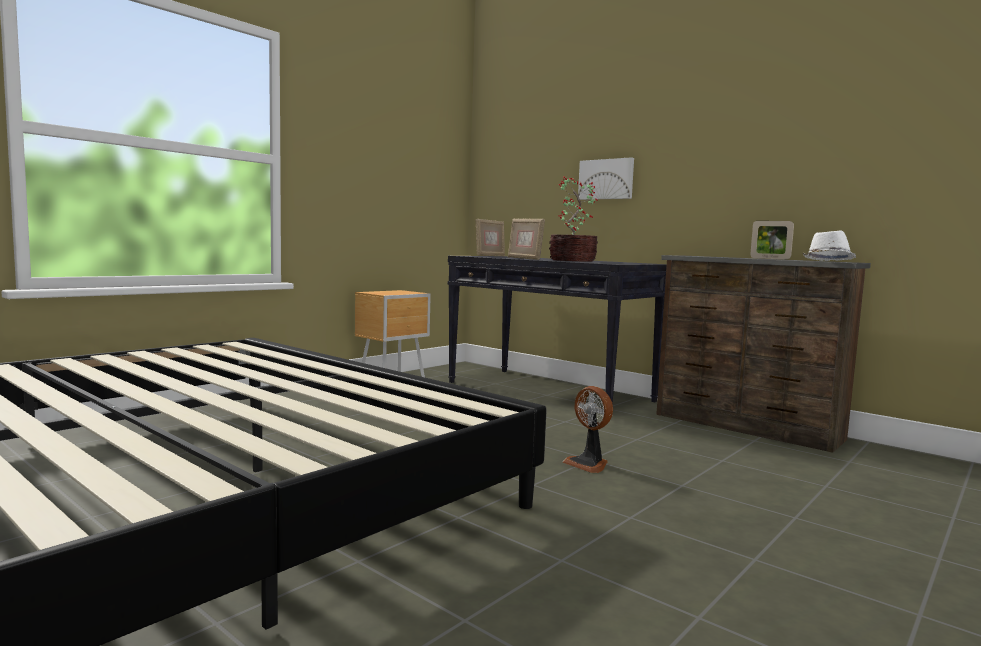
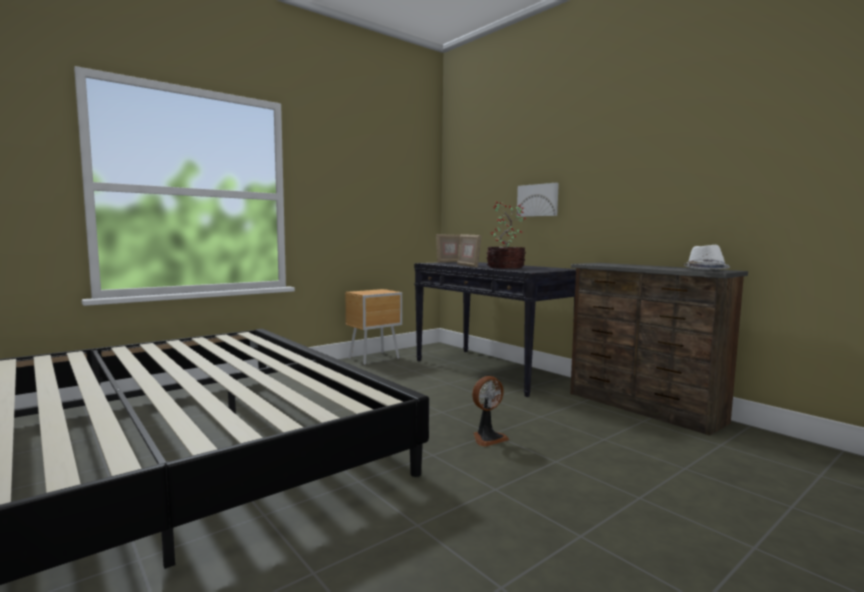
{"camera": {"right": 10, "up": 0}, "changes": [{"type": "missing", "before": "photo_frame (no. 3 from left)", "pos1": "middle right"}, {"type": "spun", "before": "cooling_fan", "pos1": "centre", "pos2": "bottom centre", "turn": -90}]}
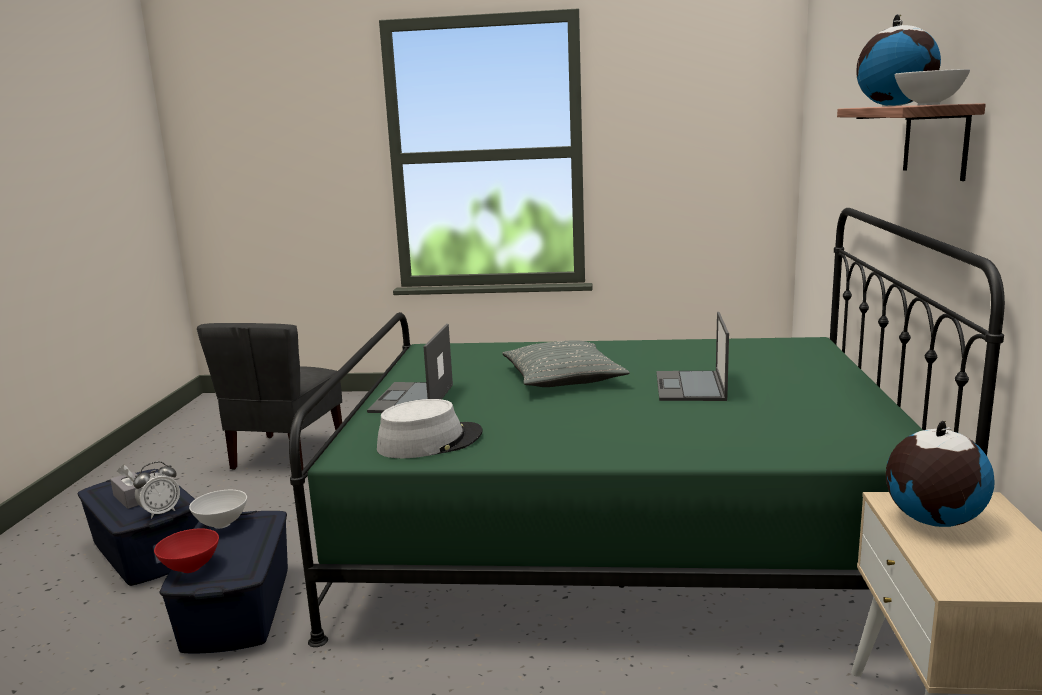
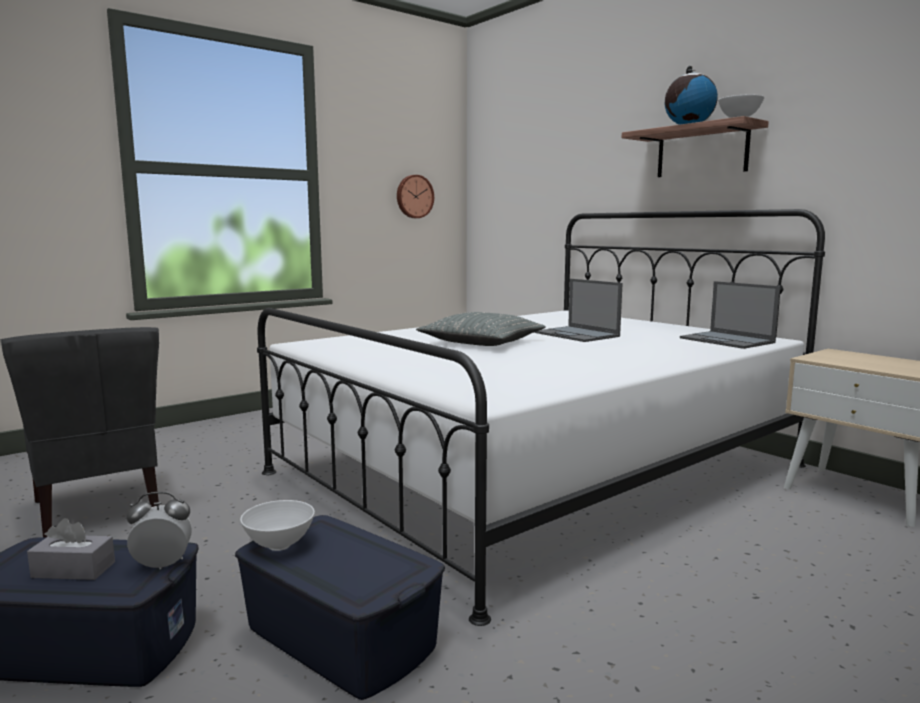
{"camera": {"right": -45, "up": -5}, "changes": [{"type": "colour", "before": "green_bedroom_bed", "after": "white-coloured_bedroom_bed", "pos1": "centre", "pos2": "centre"}, {"type": "relocated", "before": "laptop (no. 1 from left in the first image)", "after": "laptop (no. 2 from left)", "pos1": "centre", "pos2": "middle right"}, {"type": "missing", "before": "grey_wearable_hat", "pos1": "centre"}, {"type": "missing", "before": "globe (no. 2 from left)", "pos1": "bottom right"}, {"type": "spun", "before": "alarm_clock", "pos1": "bottom left", "pos2": "bottom left", "turn": -105}, {"type": "missing", "before": "red-coloured_deep_dish", "pos1": "bottom left"}, {"type": "appeared", "after": "clock_on_the_wall", "pos2": "top centre"}]}
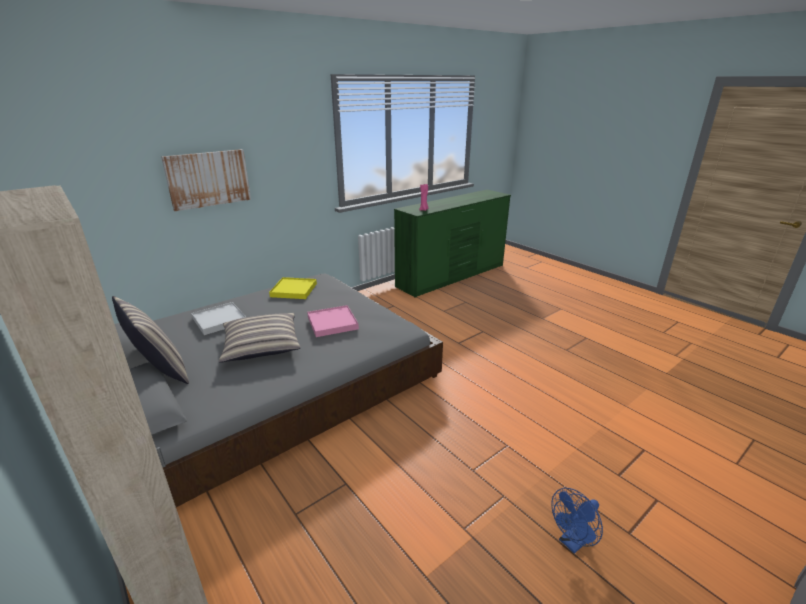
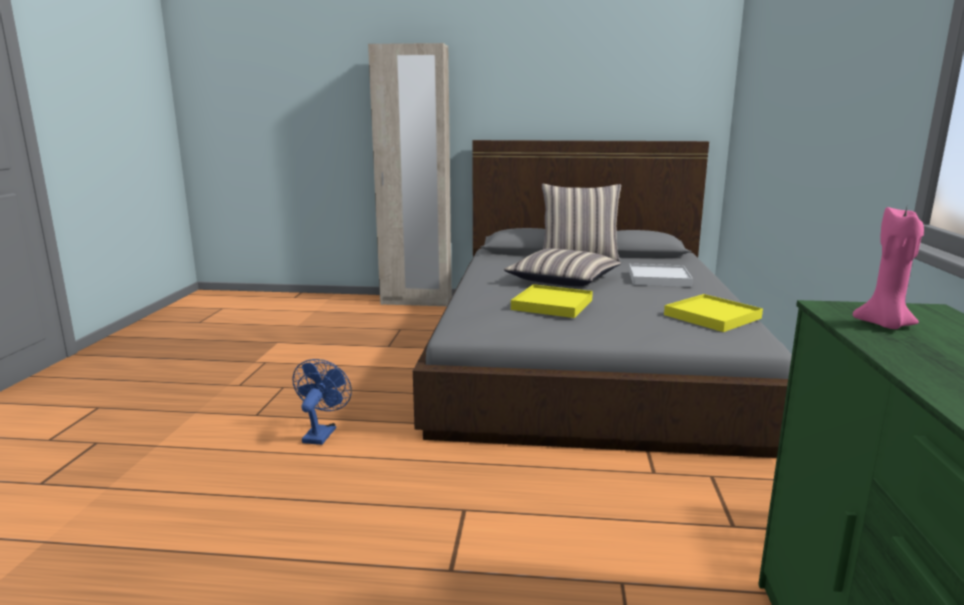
{"camera": {"right": 135, "up": -10}, "changes": [{"type": "missing", "before": "picture", "pos1": "top left"}, {"type": "colour", "before": "pinkish_tray", "after": "yellow_tray (no. 1 from left)", "pos1": "centre", "pos2": "centre"}, {"type": "relocated", "before": "blue-coloured_cooling_fan", "pos1": "bottom right", "pos2": "centre"}]}
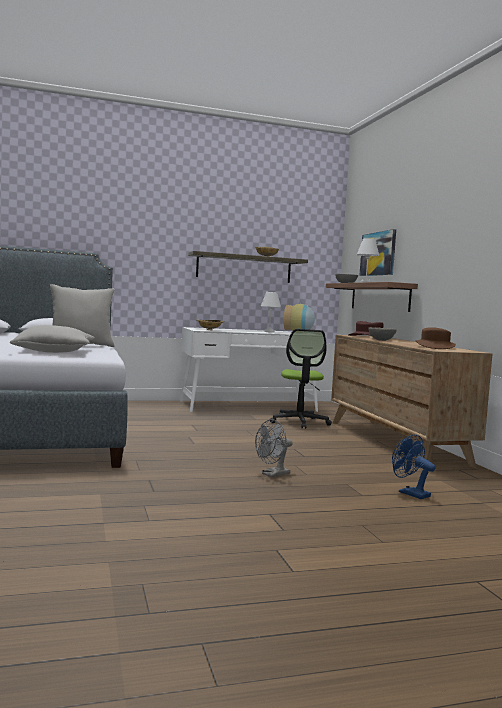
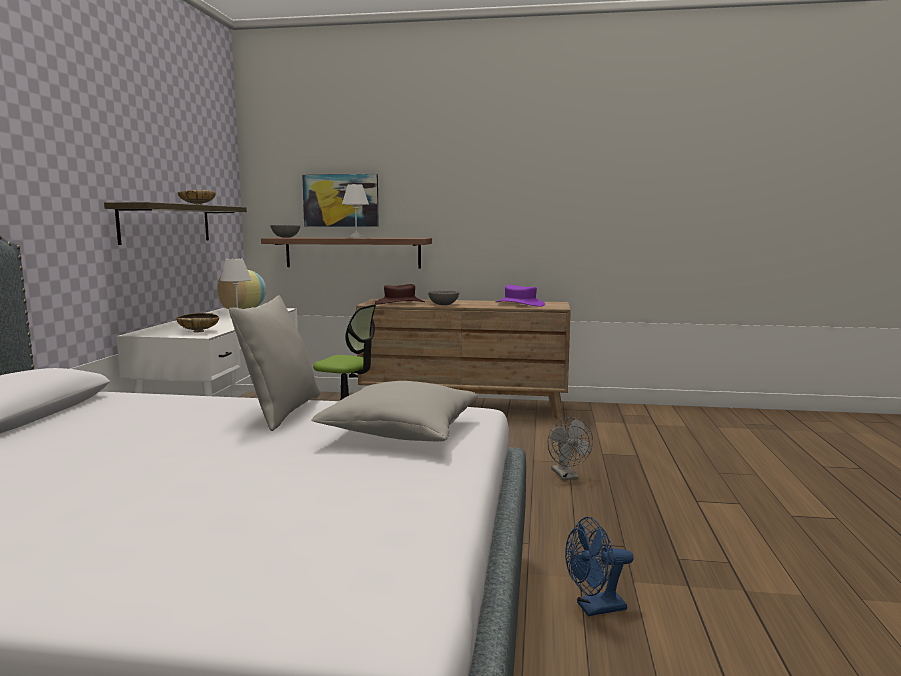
{"camera": {"right": -65, "up": 5}, "changes": [{"type": "colour", "before": "brown-coloured_wearable_hat (no. 2 from left)", "after": "purple-coloured_wearable_hat", "pos1": "middle right", "pos2": "centre"}, {"type": "relocated", "before": "blue-coloured_cooling_fan", "pos1": "middle right", "pos2": "bottom centre"}]}
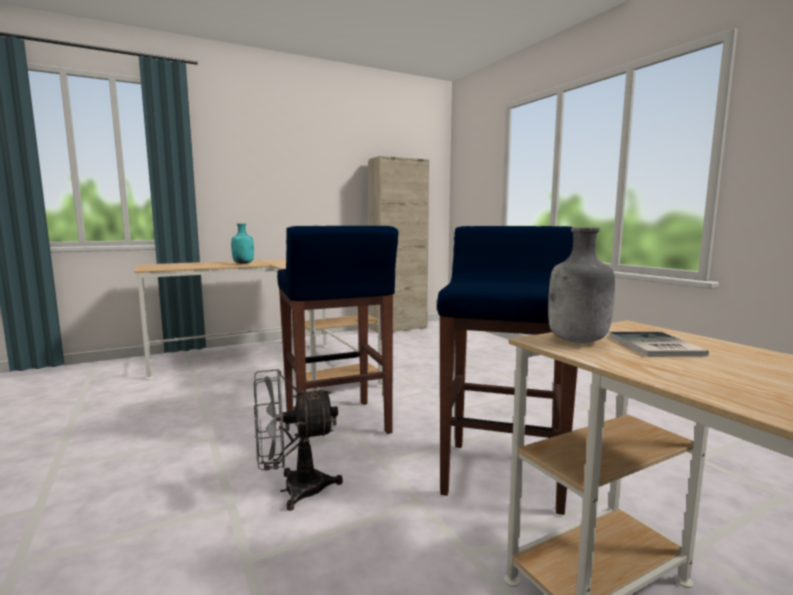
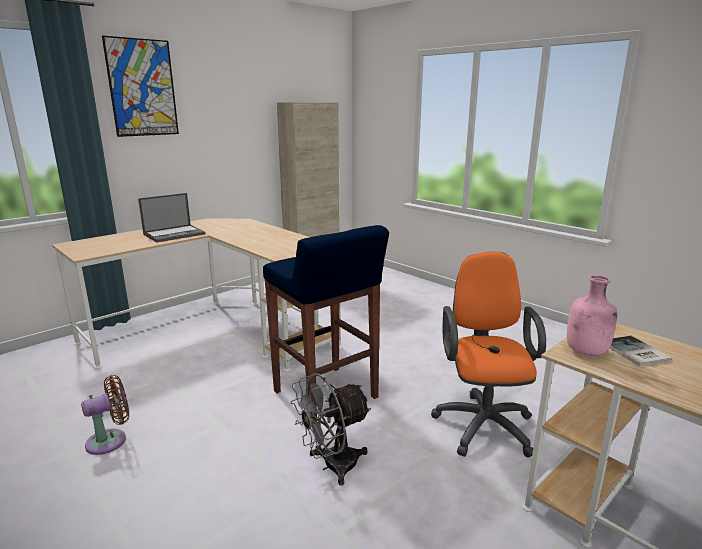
{"camera": {"right": -15, "up": 10}, "changes": [{"type": "exchanged", "before": "turquoise-coloured_drink_bottle", "after": "laptop", "pos1": "middle left", "pos2": "middle left"}, {"type": "exchanged", "before": "blue-coloured_stool_seat (no. 2 from left)", "after": "orange_desk_chair", "pos1": "centre", "pos2": "middle right"}, {"type": "colour", "before": "grey_drink_bottle", "after": "pinkish_drink_bottle", "pos1": "middle right", "pos2": "middle right"}, {"type": "appeared", "after": "picture", "pos2": "top left"}, {"type": "appeared", "after": "brown-coloured_cooling_fan", "pos2": "bottom left"}]}
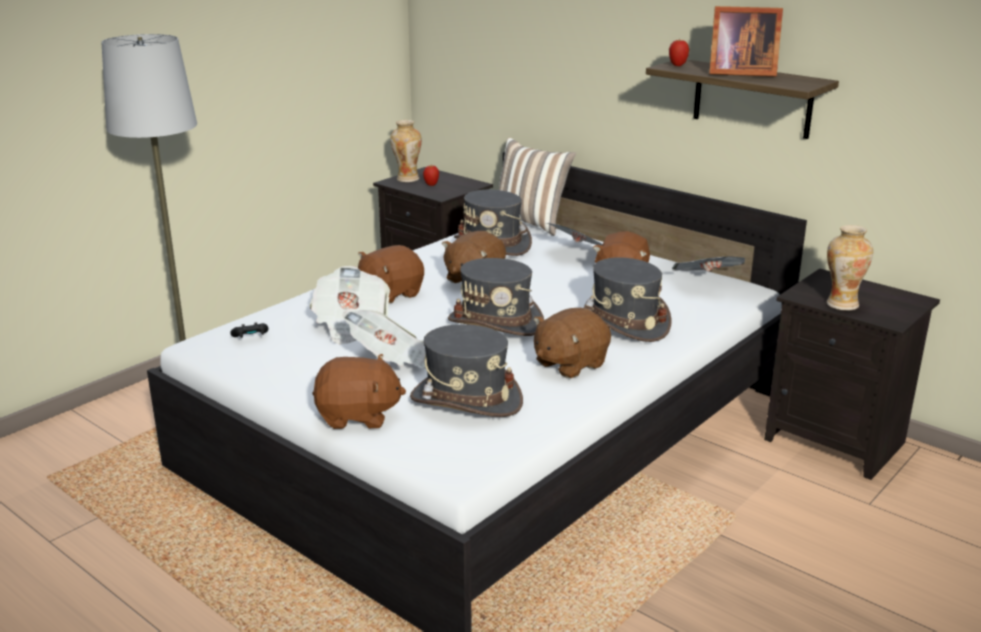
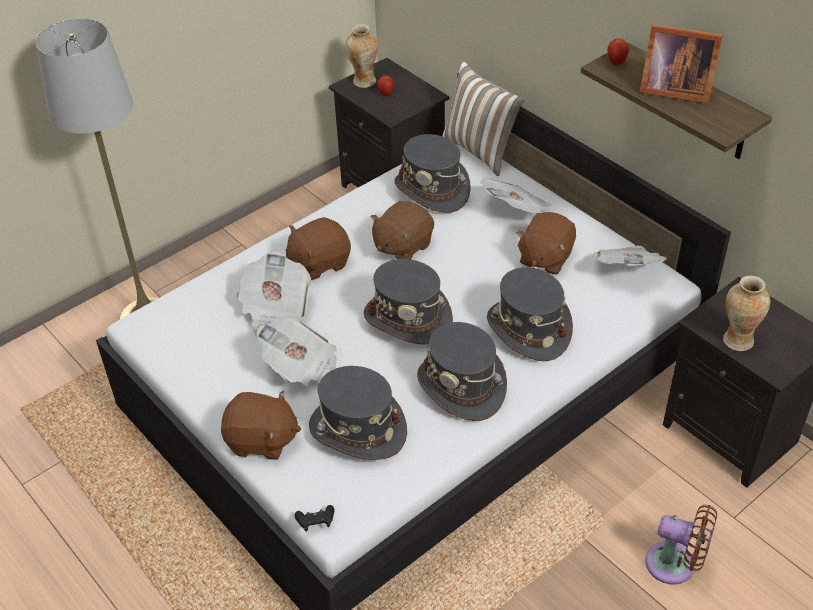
{"camera": {"right": 10, "up": 20}, "changes": [{"type": "exchanged", "before": "brown-coloured_soft_toy (no. 4 from left)", "after": "grey_wearable_hat (no. 4 from left)", "pos1": "centre", "pos2": "centre"}, {"type": "relocated", "before": "black-coloured_game_controller", "pos1": "middle left", "pos2": "bottom centre"}, {"type": "appeared", "after": "brown-coloured_cooling_fan", "pos2": "bottom right"}]}
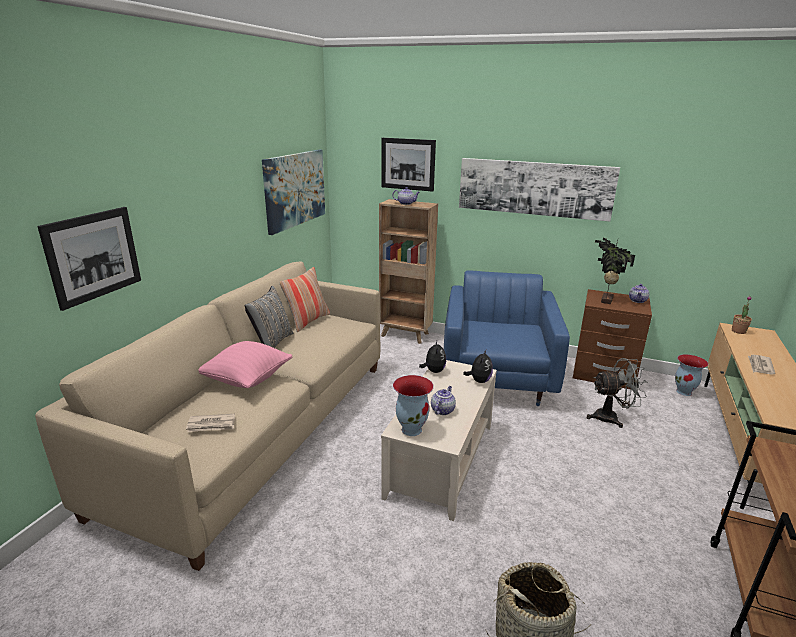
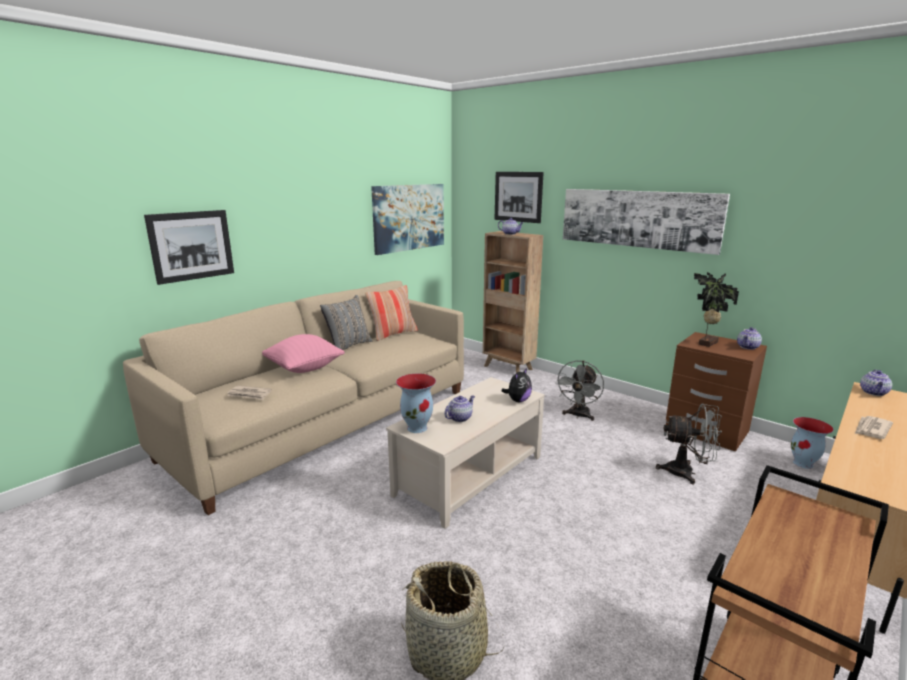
{"camera": {"right": 20, "up": -5}, "changes": [{"type": "exchanged", "before": "blue-coloured_lounge_chair", "after": "grey_cooling_fan (no. 1 from left)", "pos1": "centre", "pos2": "centre"}, {"type": "exchanged", "before": "houseplant (no. 2 from left)", "after": "teapot (no. 4 from left)", "pos1": "middle right", "pos2": "middle right"}, {"type": "missing", "before": "soft_toy (no. 1 from left)", "pos1": "centre"}]}
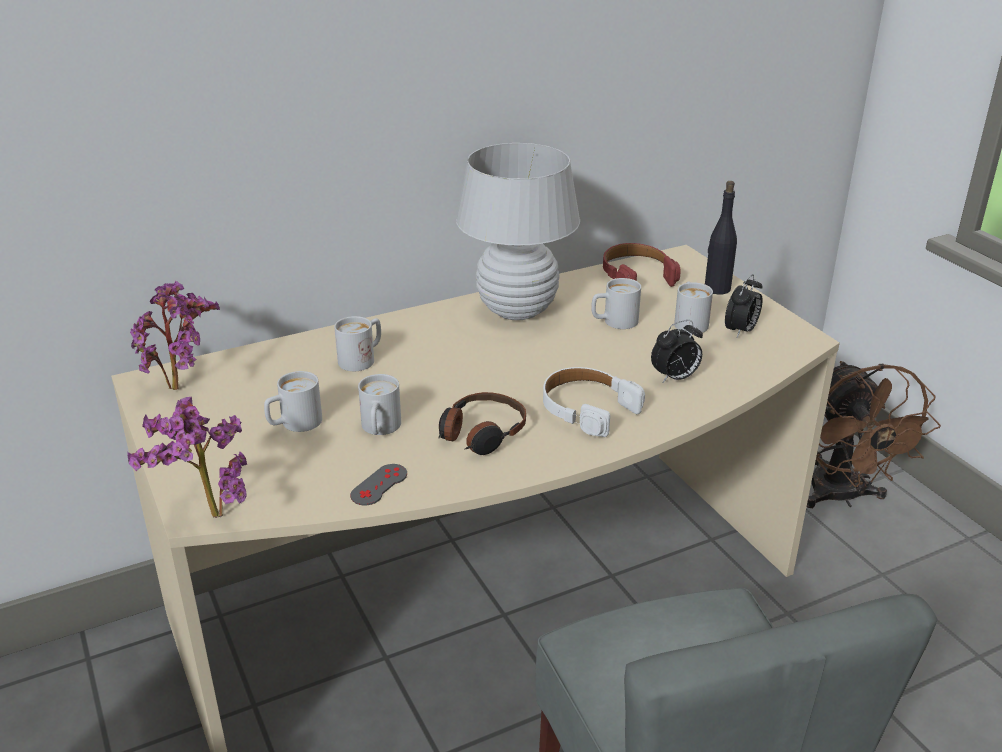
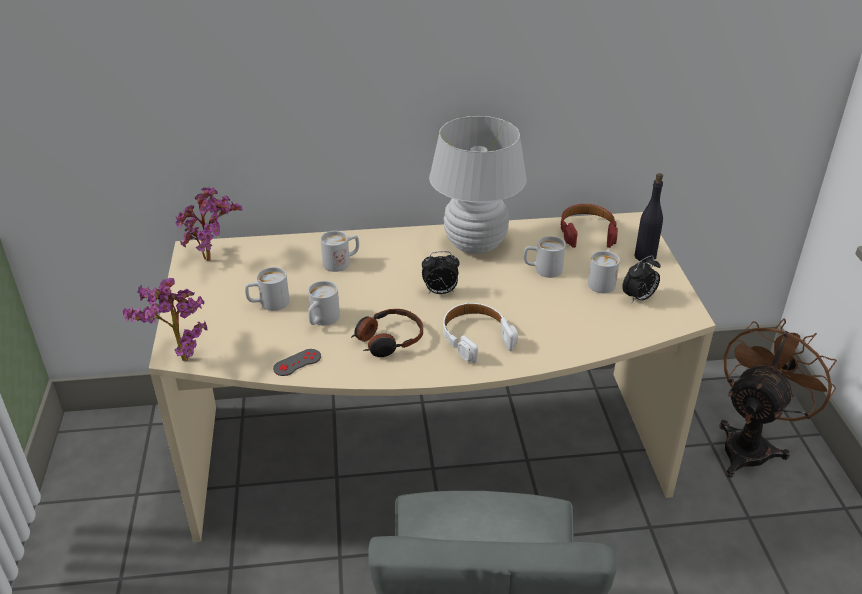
{"camera": {"right": 20, "up": 5}, "changes": [{"type": "relocated", "before": "alarm_clock (no. 1 from left)", "pos1": "middle right", "pos2": "centre"}, {"type": "spun", "before": "brown-coloured_cooling_fan", "pos1": "middle right", "pos2": "bottom right", "turn": -150}]}
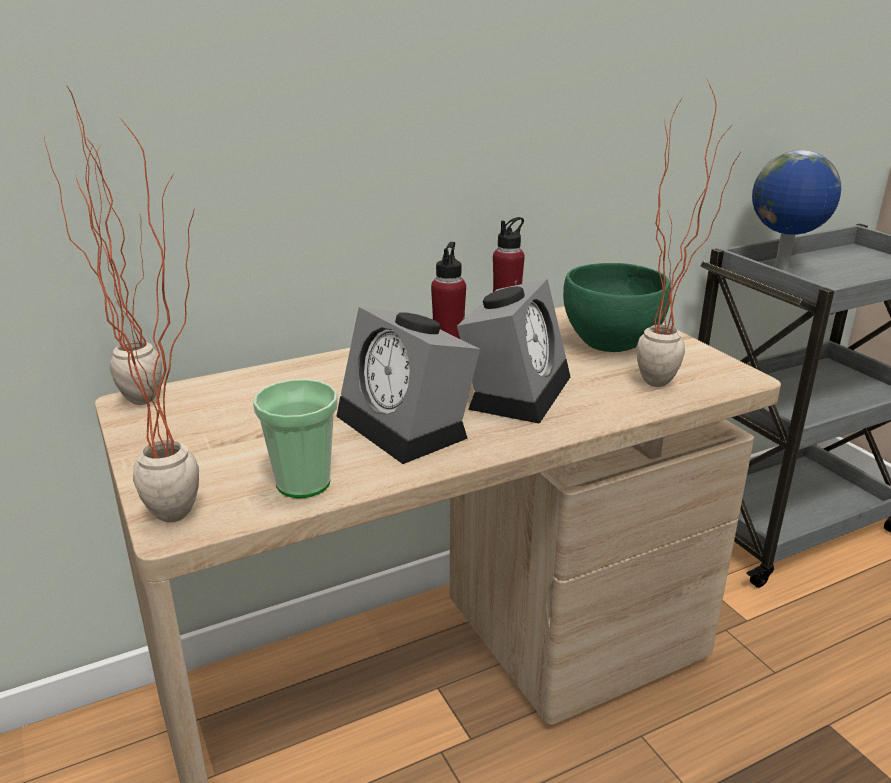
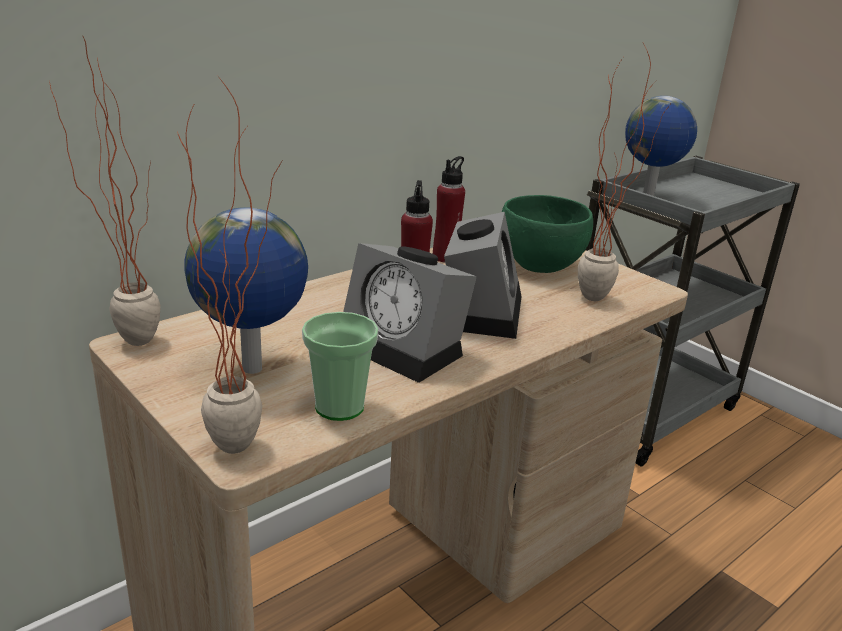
{"camera": {"right": -15, "up": 0}, "changes": [{"type": "appeared", "after": "globe (no. 1 from left)", "pos2": "middle left"}]}
